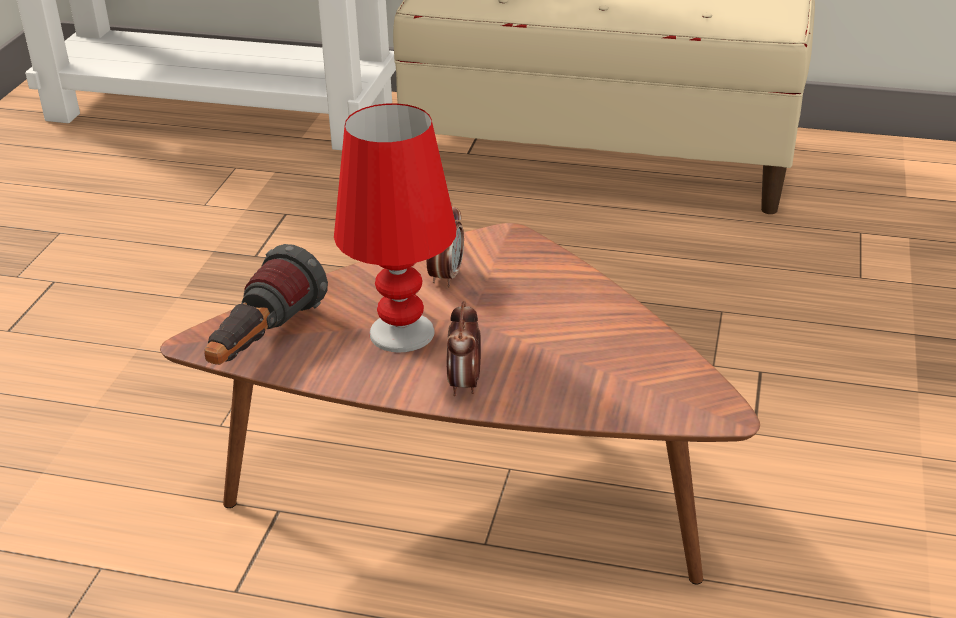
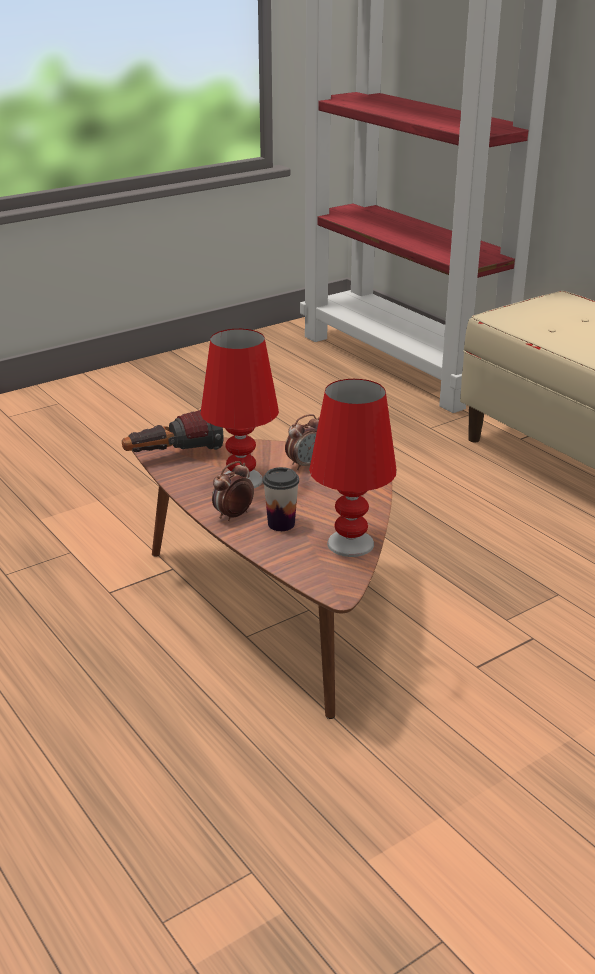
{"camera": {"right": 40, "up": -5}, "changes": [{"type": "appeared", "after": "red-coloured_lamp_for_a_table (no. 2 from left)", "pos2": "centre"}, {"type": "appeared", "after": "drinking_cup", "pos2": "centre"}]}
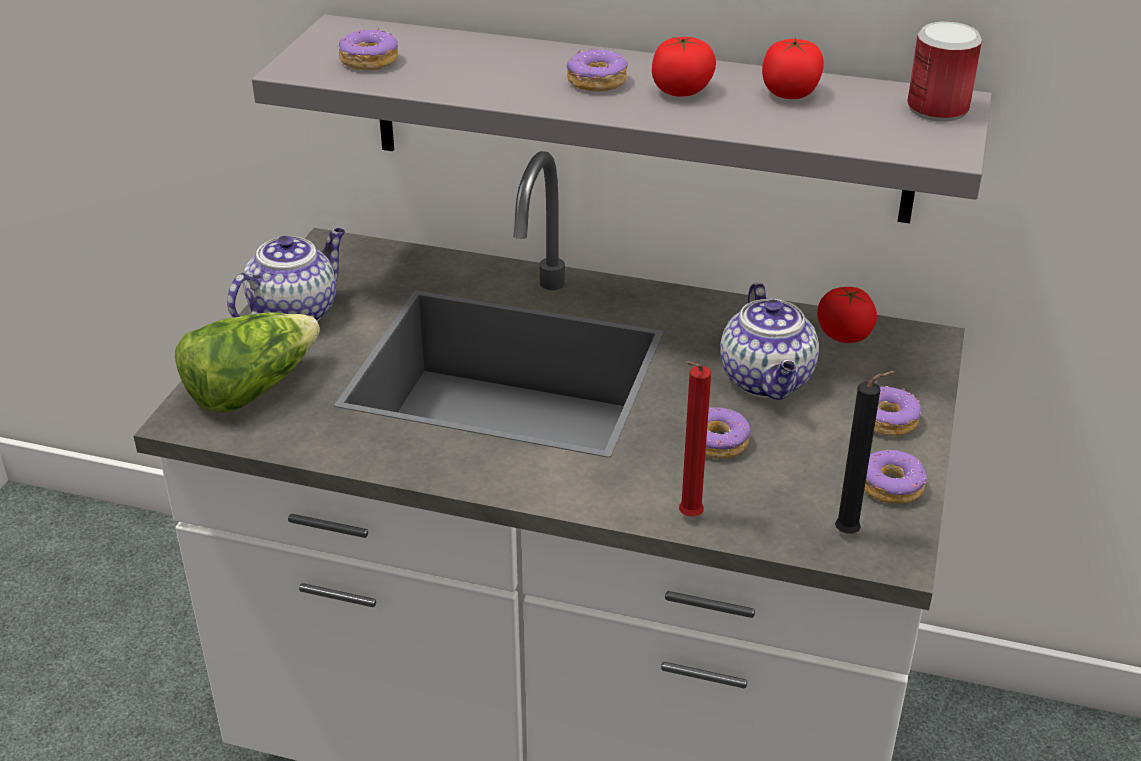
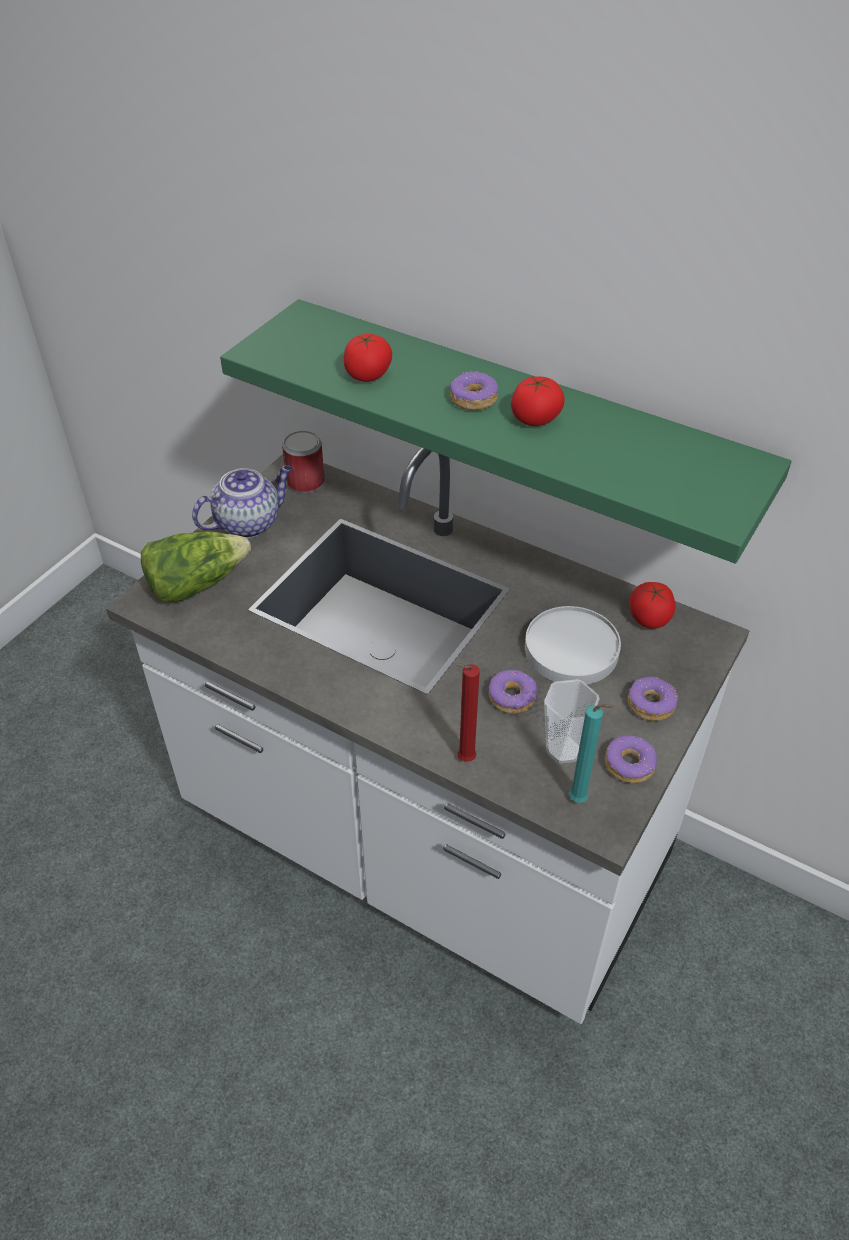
{"camera": {"right": 15, "up": 10}, "changes": [{"type": "colour", "before": "grey_bracket_shelf", "after": "green_bracket_shelf", "pos1": "top centre", "pos2": "centre"}, {"type": "relocated", "before": "can", "pos1": "top right", "pos2": "centre"}, {"type": "missing", "before": "donut (no. 1 from left)", "pos1": "top left"}, {"type": "relocated", "before": "whole_tomato (no. 2 from left in the first image)", "after": "whole_tomato (no. 1 from left)", "pos1": "top right", "pos2": "top centre"}, {"type": "exchanged", "before": "teapot (no. 2 from left)", "after": "white-coloured_dinner_plate", "pos1": "middle right", "pos2": "middle right"}, {"type": "colour", "before": "black-coloured_wax_candle", "after": "turquoise-coloured_wax_candle", "pos1": "middle right", "pos2": "middle right"}, {"type": "appeared", "after": "drinking_cup", "pos2": "middle right"}]}
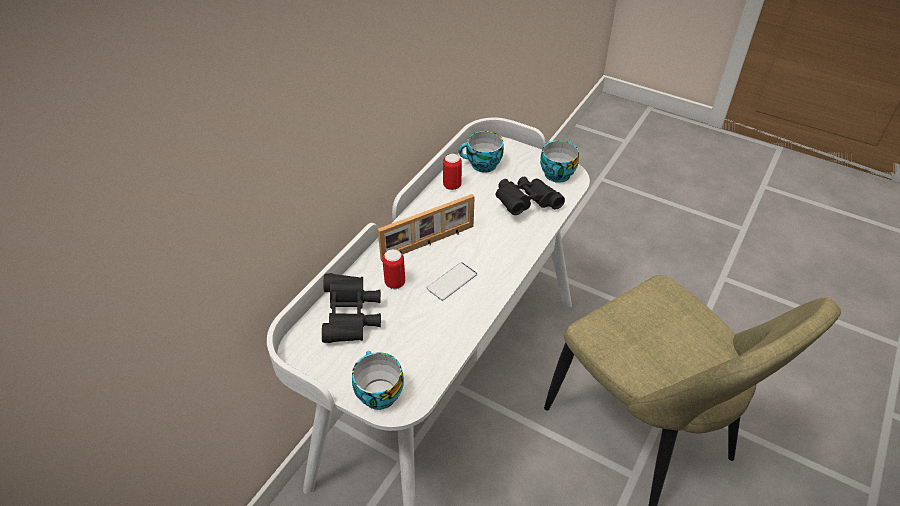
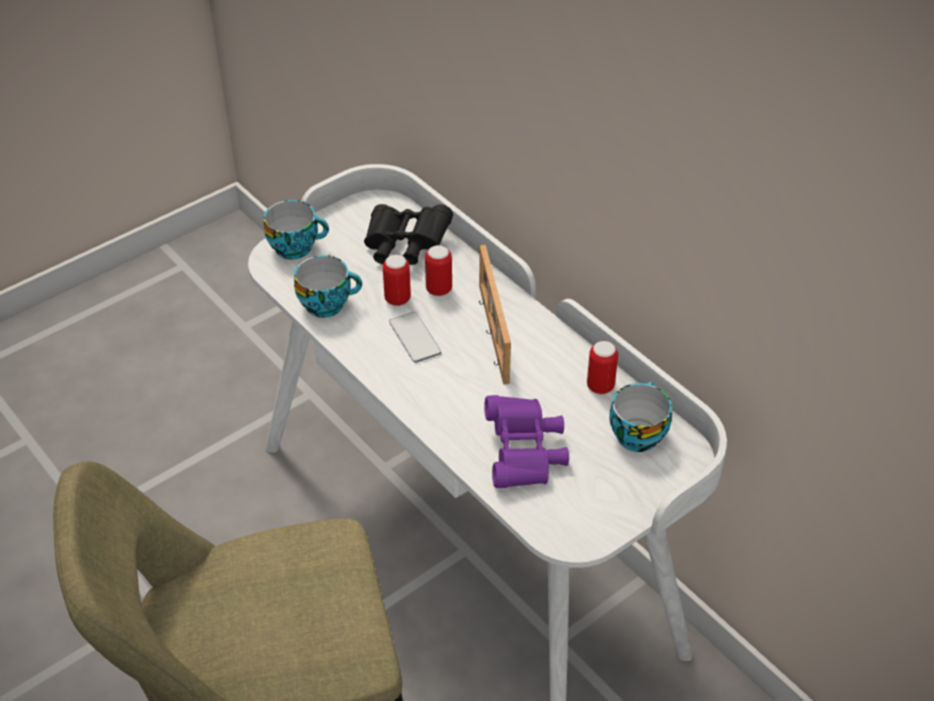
{"camera": {"right": 110, "up": 0}, "changes": [{"type": "relocated", "before": "drinking_cup (no. 3 from left in the first image)", "after": "drinking_cup (no. 2 from left)", "pos1": "top centre", "pos2": "centre"}, {"type": "colour", "before": "black-coloured_pair_of_binoculars (no. 2 from left)", "after": "purple-coloured_pair_of_binoculars", "pos1": "centre", "pos2": "centre"}, {"type": "appeared", "after": "can (no. 1 from left)", "pos2": "centre"}]}
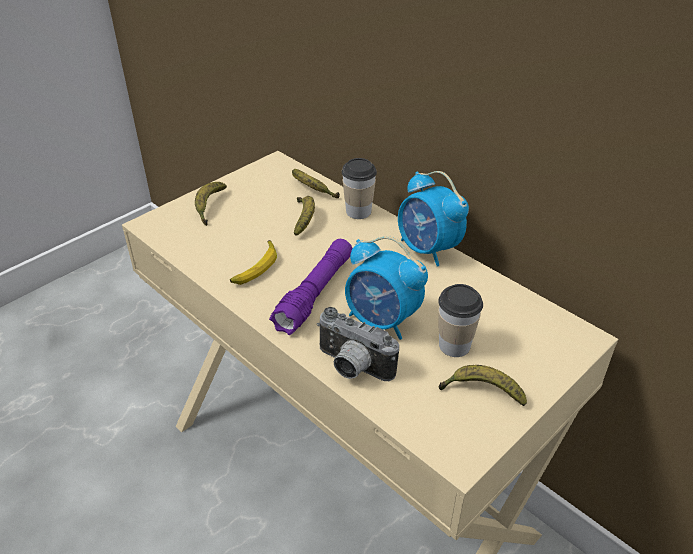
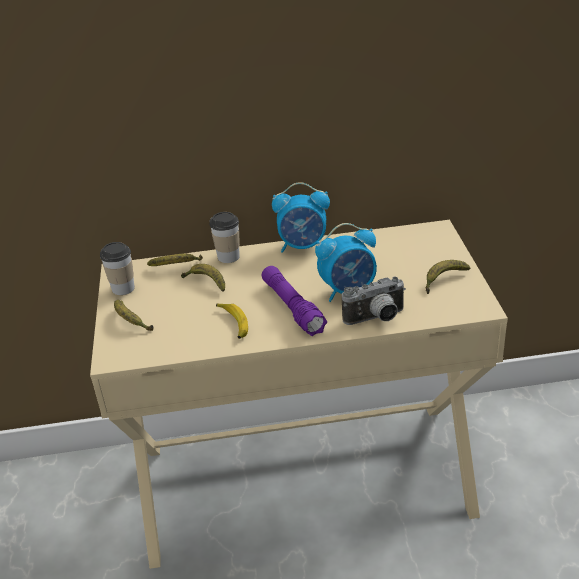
{"camera": {"right": -50, "up": -5}, "changes": [{"type": "relocated", "before": "drinking_cup (no. 2 from left in the first image)", "after": "drinking_cup (no. 1 from left)", "pos1": "centre", "pos2": "middle left"}]}
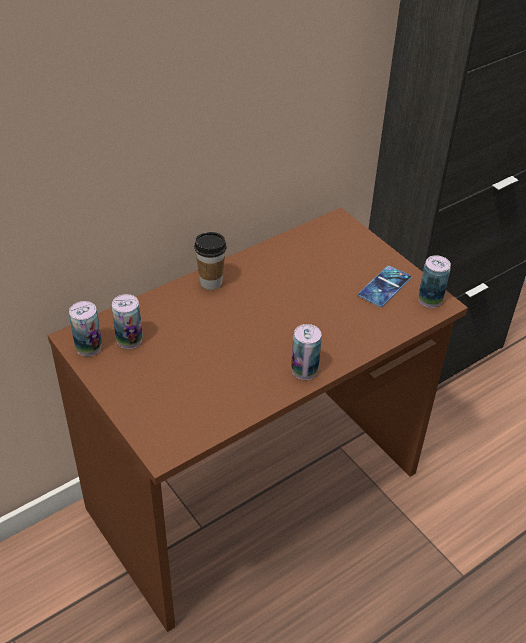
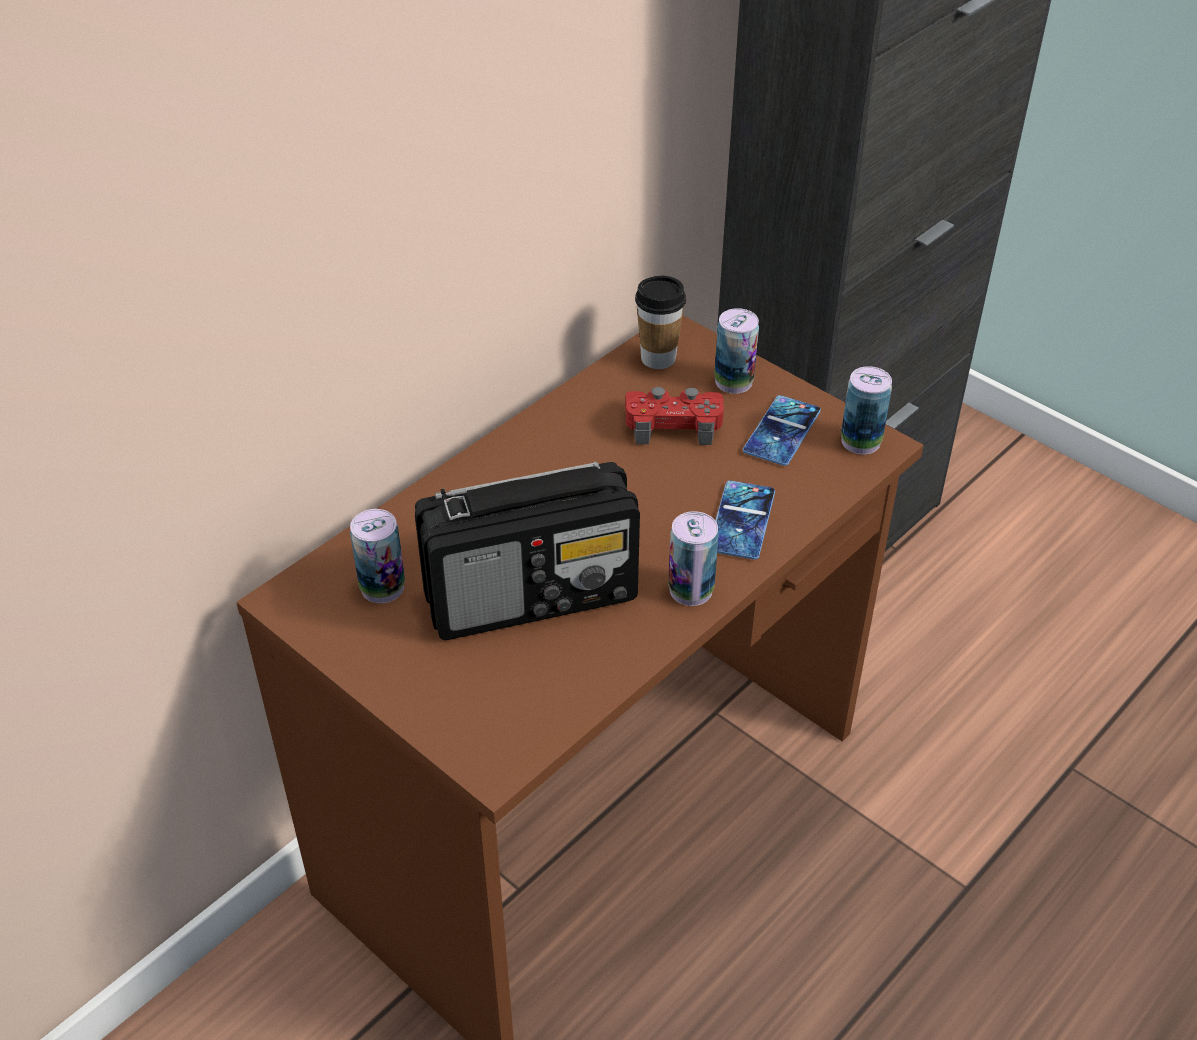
{"camera": {"right": -10, "up": 0}, "changes": [{"type": "relocated", "before": "drinking_cup", "pos1": "centre", "pos2": "top centre"}, {"type": "relocated", "before": "can (no. 1 from left in the first image)", "after": "can (no. 3 from left)", "pos1": "middle left", "pos2": "centre"}, {"type": "appeared", "after": "red-coloured_game_controller", "pos2": "centre"}, {"type": "appeared", "after": "radio", "pos2": "centre"}, {"type": "appeared", "after": "handset (no. 1 from left)", "pos2": "centre"}]}
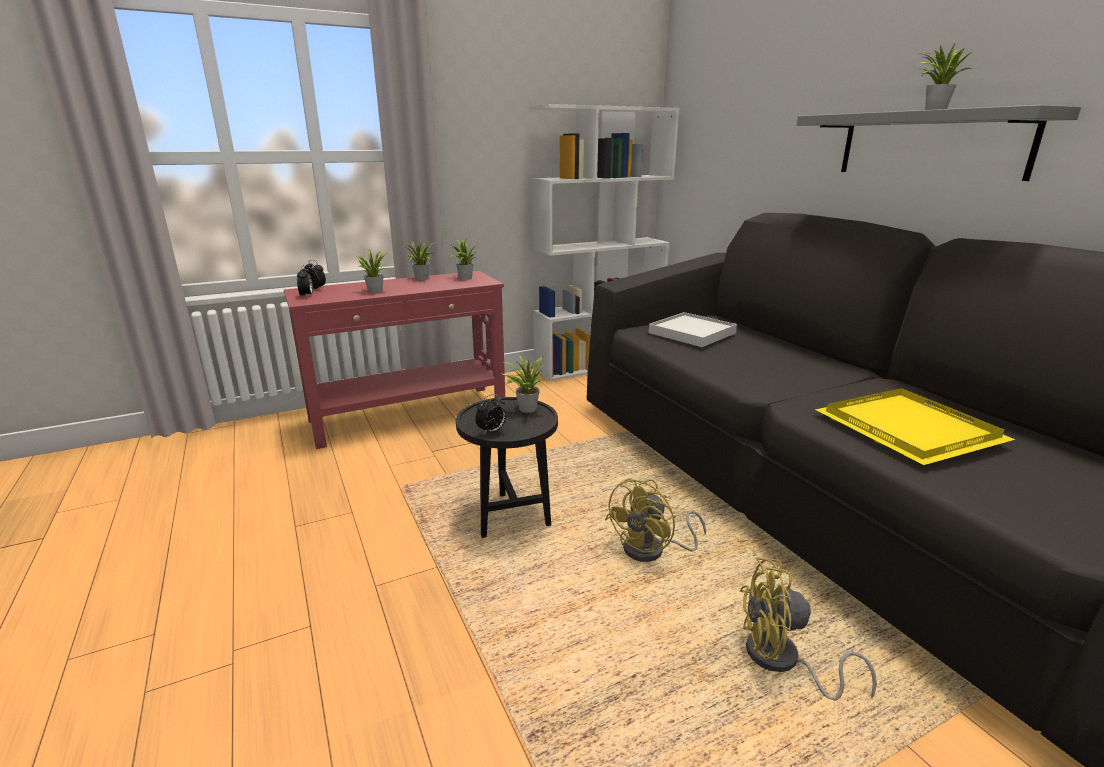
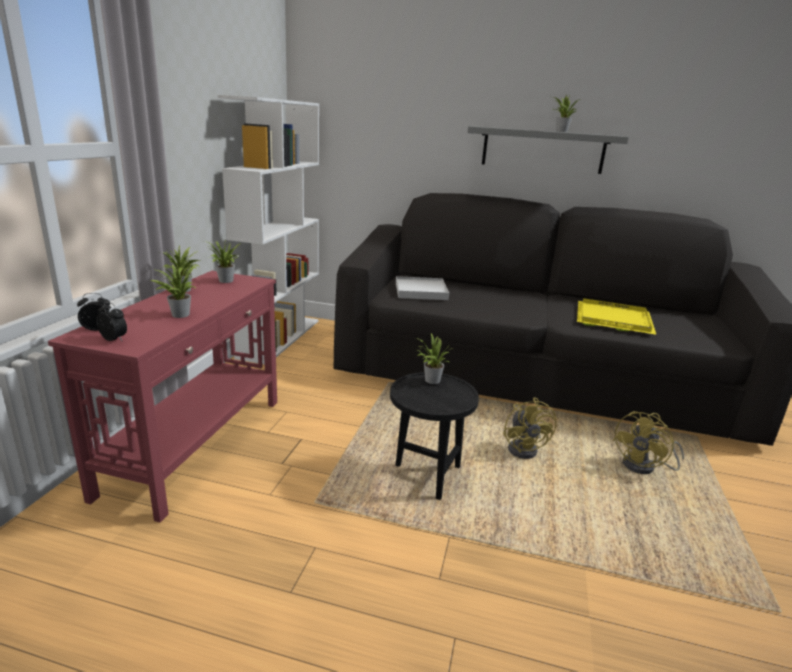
{"camera": {"right": -50, "up": 0}, "changes": [{"type": "missing", "before": "alarm_clock (no. 3 from left)", "pos1": "centre"}]}
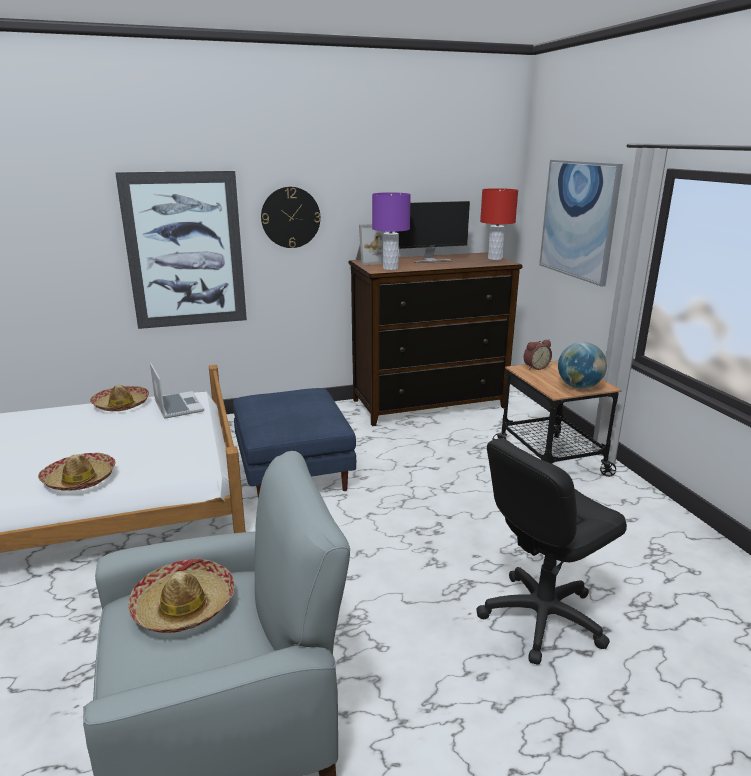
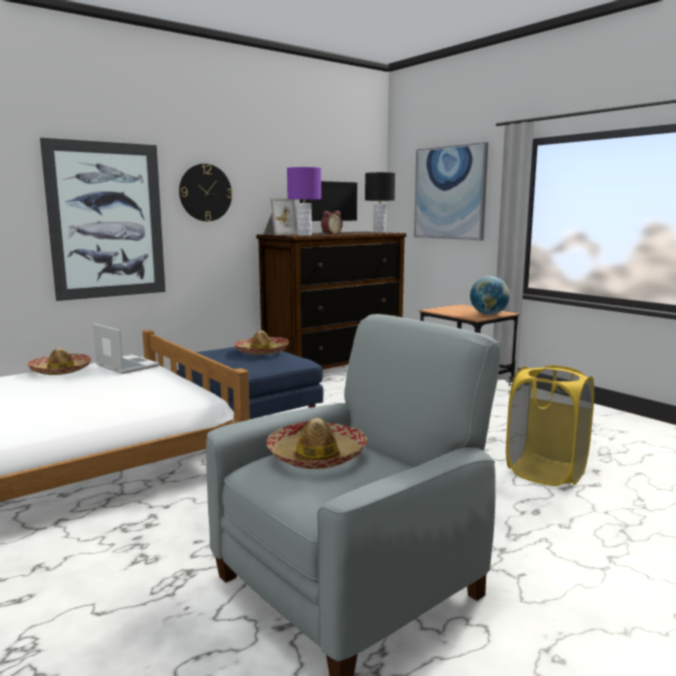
{"camera": {"right": -20, "up": -10}, "changes": [{"type": "colour", "before": "red-coloured_lamp_for_a_table", "after": "black-coloured_lamp_for_a_table", "pos1": "top centre", "pos2": "top centre"}, {"type": "relocated", "before": "alarm_clock", "pos1": "middle right", "pos2": "top centre"}, {"type": "exchanged", "before": "black-coloured_desk_chair", "after": "yellow_hamper", "pos1": "bottom right", "pos2": "middle right"}, {"type": "relocated", "before": "wearable_hat (no. 1 from left in the first image)", "after": "wearable_hat (no. 2 from left)", "pos1": "middle left", "pos2": "centre"}]}
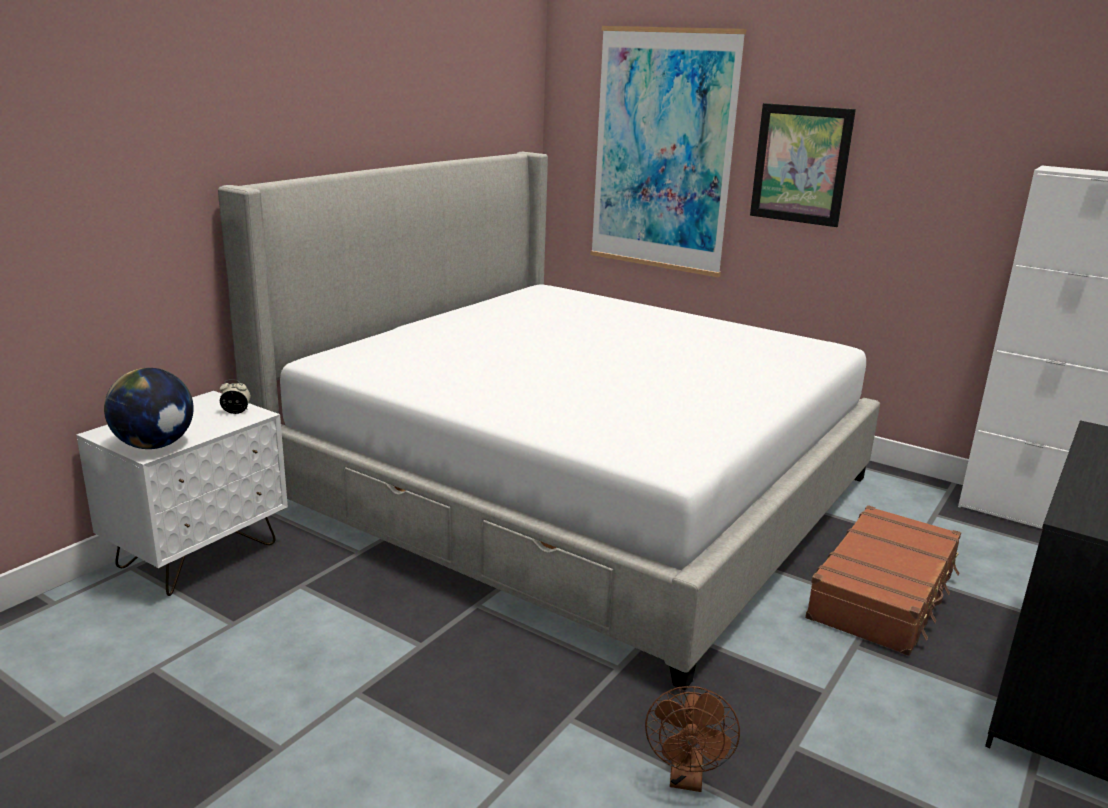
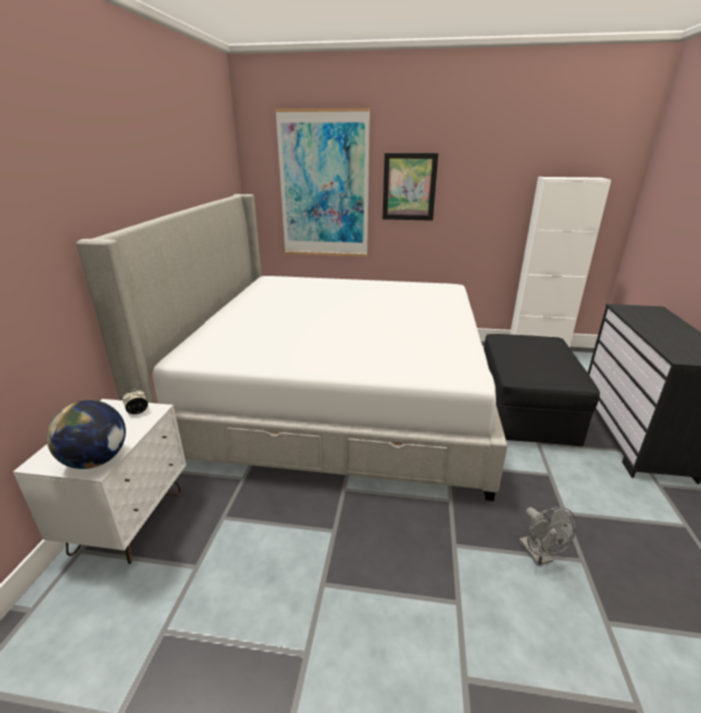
{"camera": {"right": -25, "up": 5}, "changes": [{"type": "exchanged", "before": "brown-coloured_suitcase", "after": "black-coloured_ottoman", "pos1": "bottom right", "pos2": "middle right"}, {"type": "colour", "before": "brown-coloured_cooling_fan", "after": "grey_cooling_fan", "pos1": "bottom centre", "pos2": "bottom right"}]}
